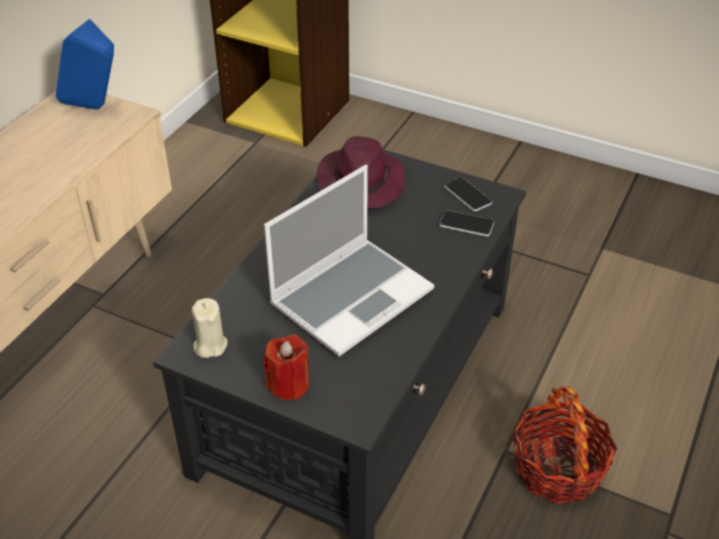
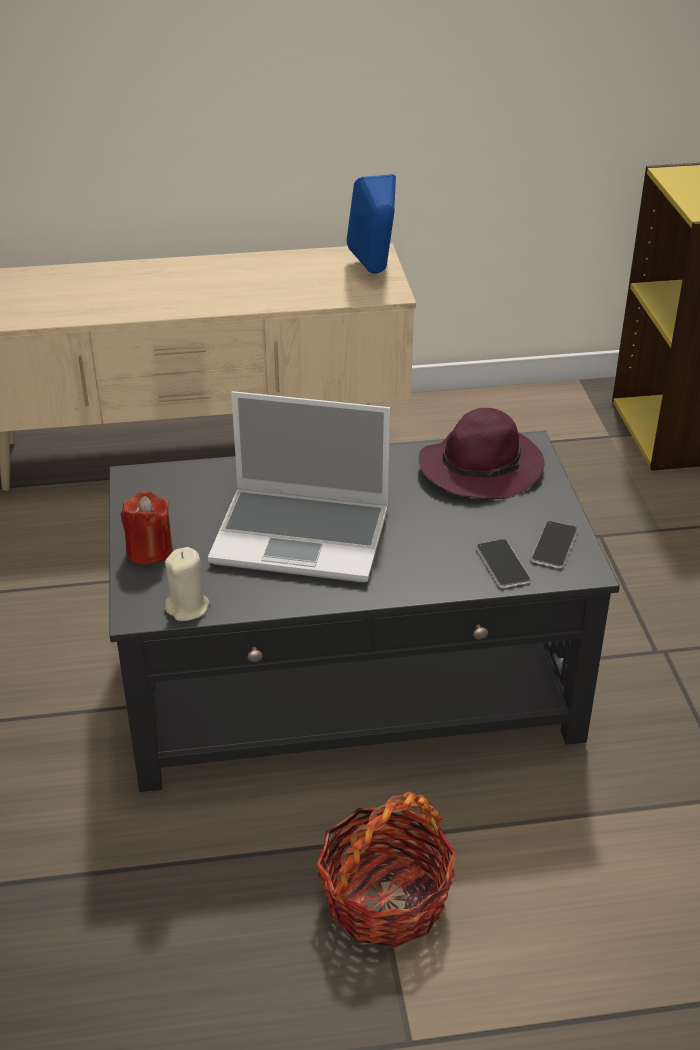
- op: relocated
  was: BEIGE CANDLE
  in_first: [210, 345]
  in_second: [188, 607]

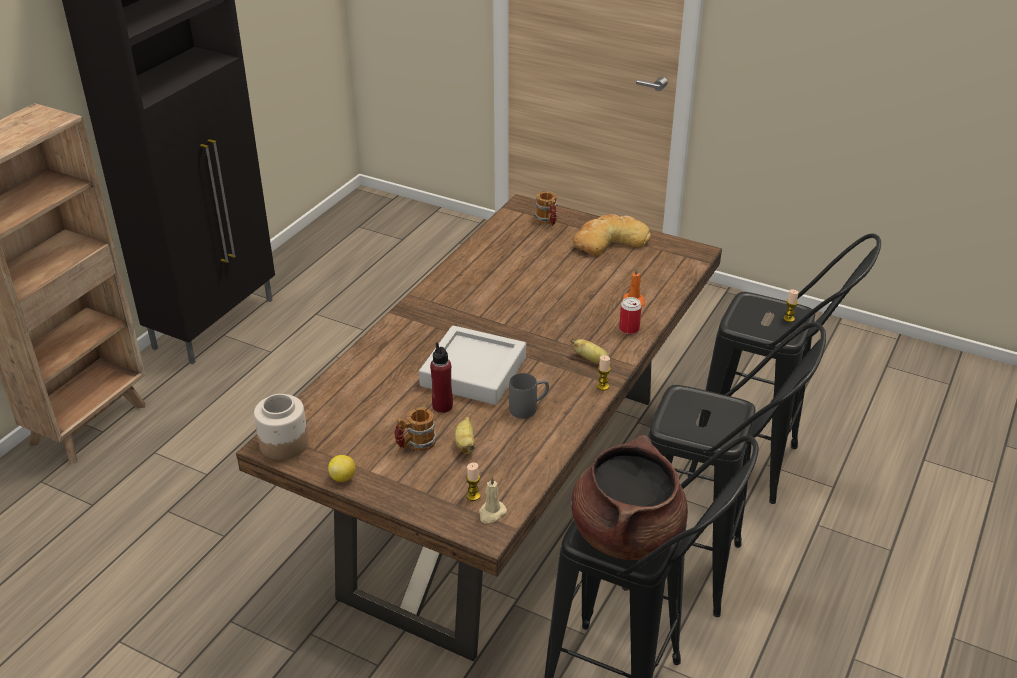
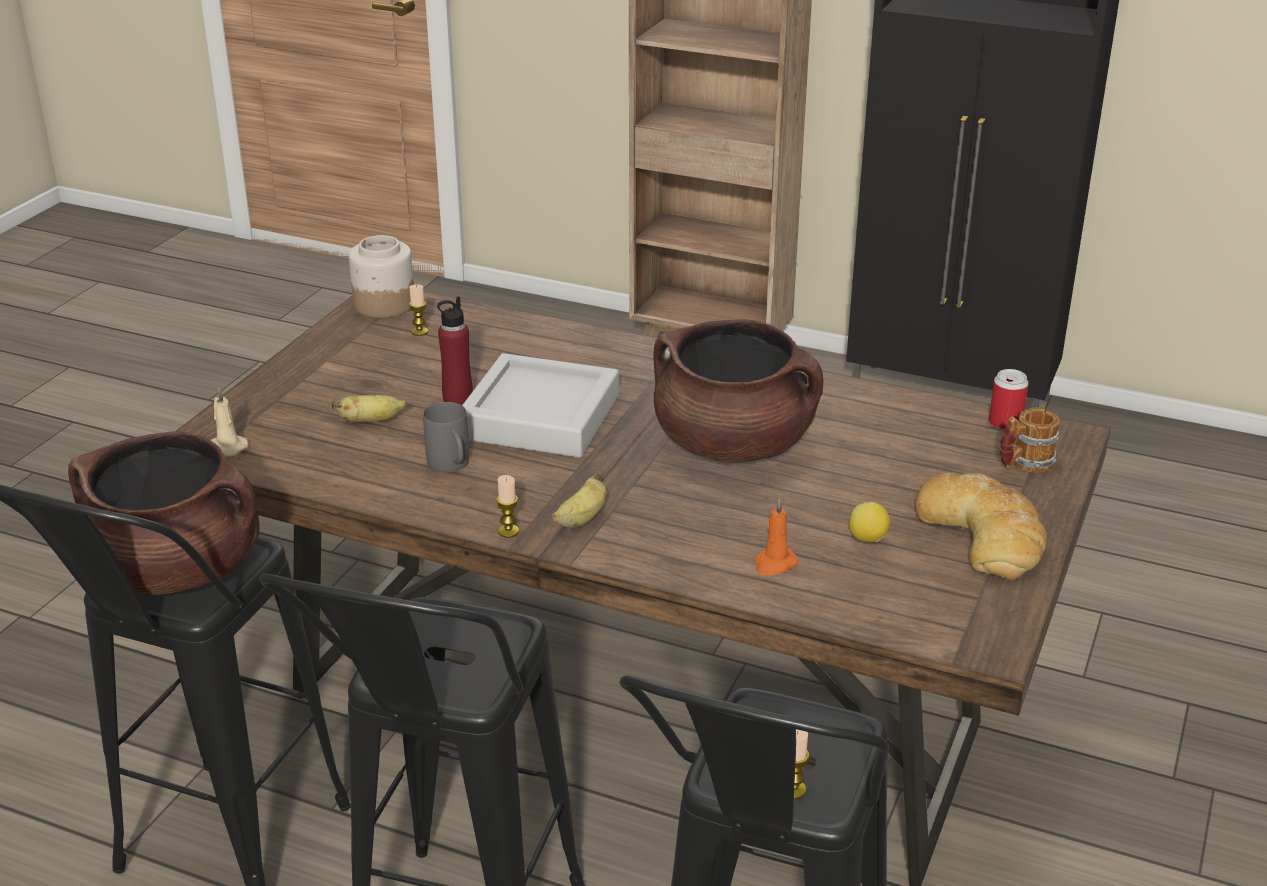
- op: relocated
  was: CANDLE
  in_first: [473, 496]
  in_second: [419, 332]
- op: appeared
  now: BROWN COOKING POT
  in_second: [733, 445]
- op: relocated
  was: LEMON
  in_first: [343, 477]
  in_second: [868, 539]
- op: relocated
  was: CAN
  in_first: [629, 329]
  in_second: [1005, 423]
- op: missing
  was: MUG
  in_first: [415, 444]

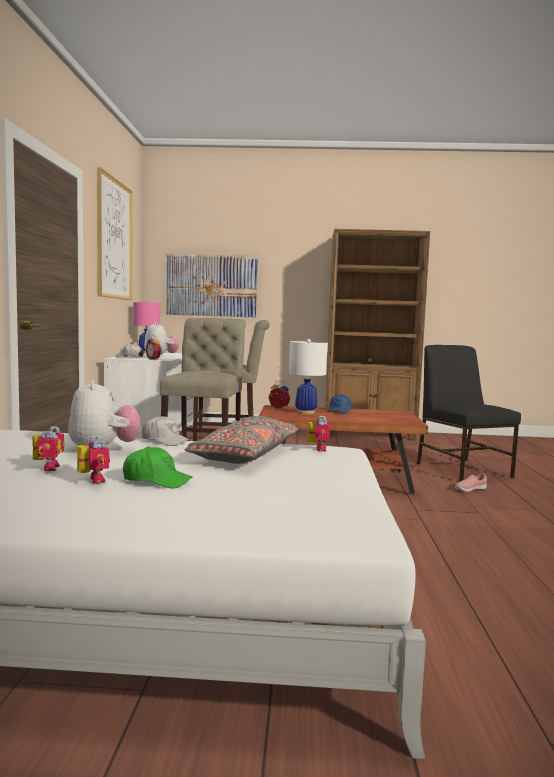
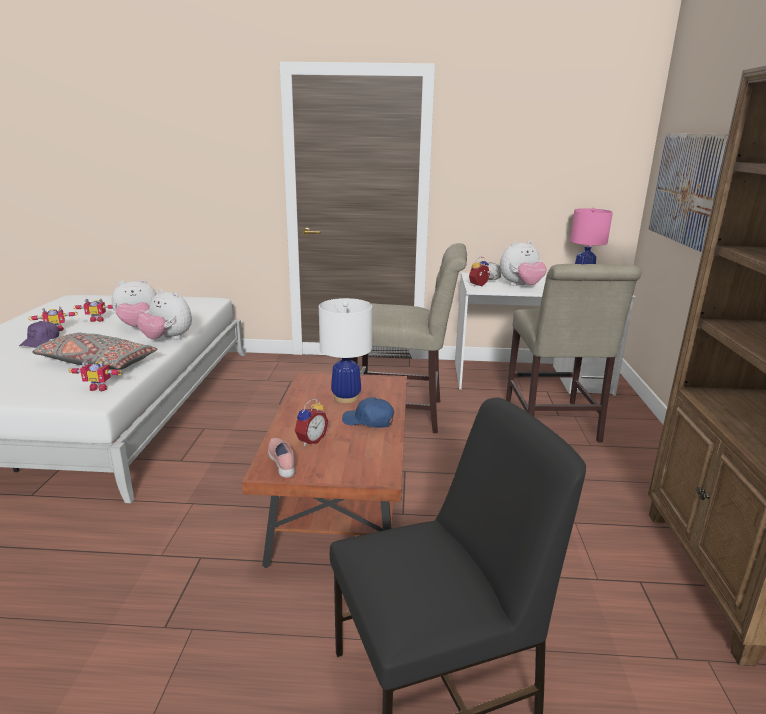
- op: colour
  was: GREEN CAP
  now: PURPLE CAP
  in_first: [157, 480]
  in_second: [41, 341]
- op: exchanged
  was: WHITE CAP
  now: PLUSH TOY
  in_first: [165, 441]
  in_second: [167, 339]
- op: relocated
  was: PINK SHOE
  in_first: [470, 490]
  in_second: [283, 463]
- op: relocated
  was: ALARM CLOCK
  in_first: [278, 408]
  in_second: [310, 440]
- op: missing
  was: PICTURE
  in_first: [114, 239]

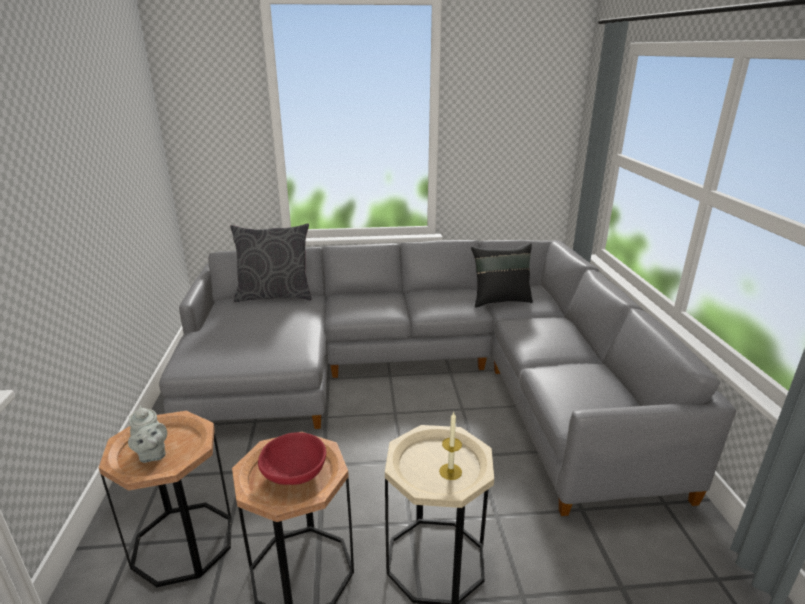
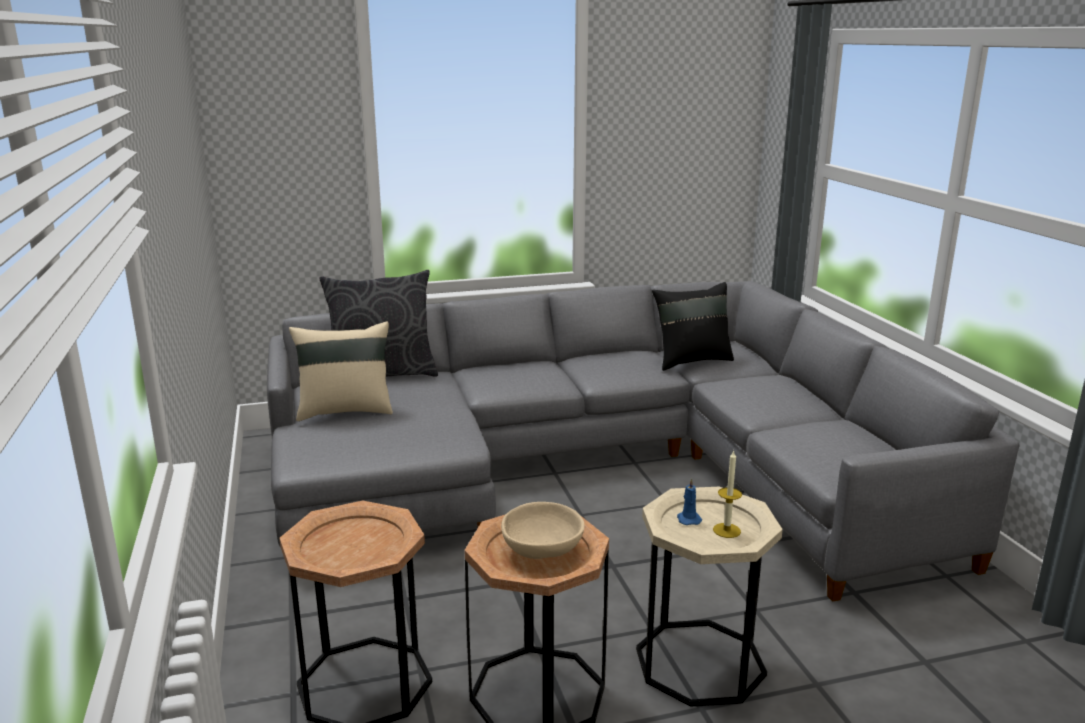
- op: appeared
  now: BEIGE PILLOW
  in_second: [345, 411]
- op: colour
  was: RED BOWL
  now: BEIGE BOWL
  in_first: [293, 474]
  in_second: [541, 551]
- op: appeared
  now: BLUE CANDLE
  in_second: [688, 519]
- op: missing
  was: GREY TEAPOT
  in_first: [152, 454]

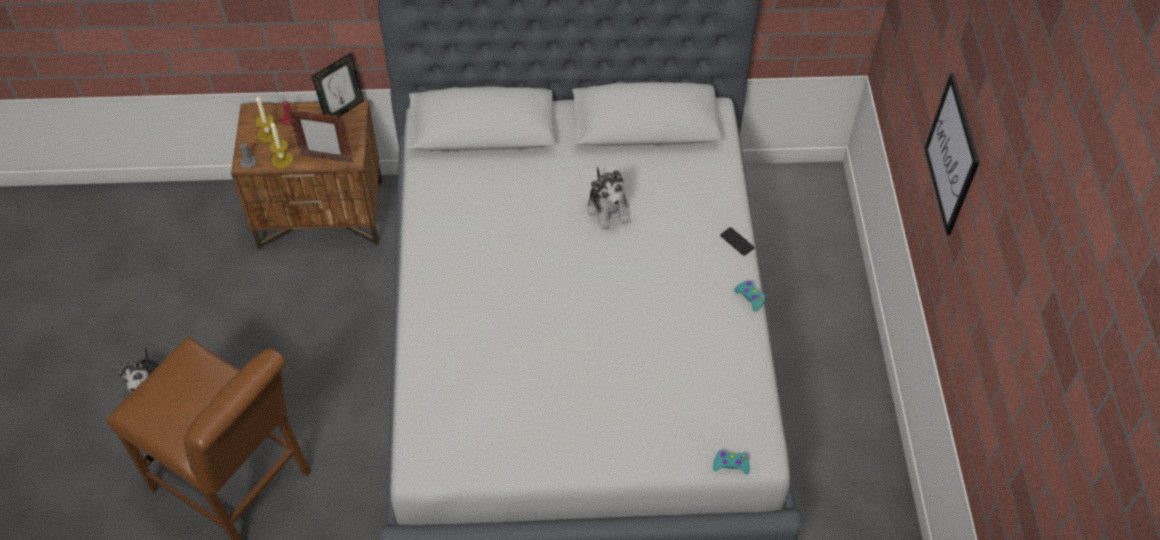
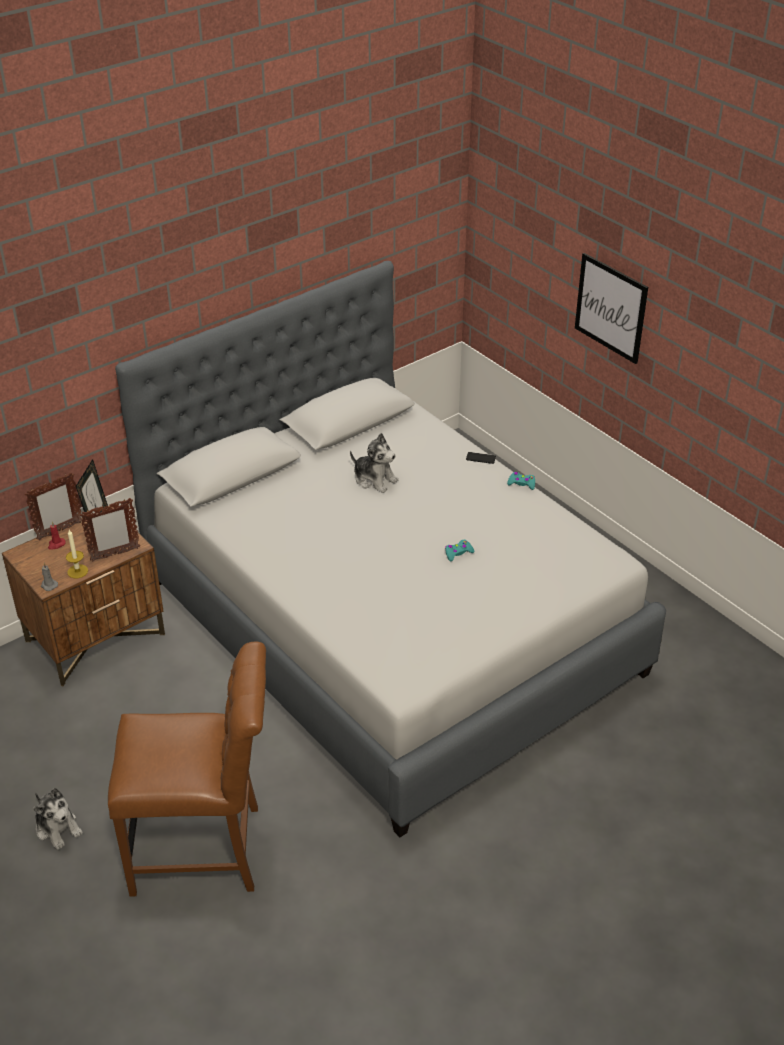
- op: appeared
  now: PICTURE FRAME
  in_second: [59, 531]
- op: relocated
  was: TURQUOISE GAME CONTROLLER
  in_first: [730, 464]
  in_second: [458, 553]
- op: missing
  was: CANDLE
  in_first: [268, 134]

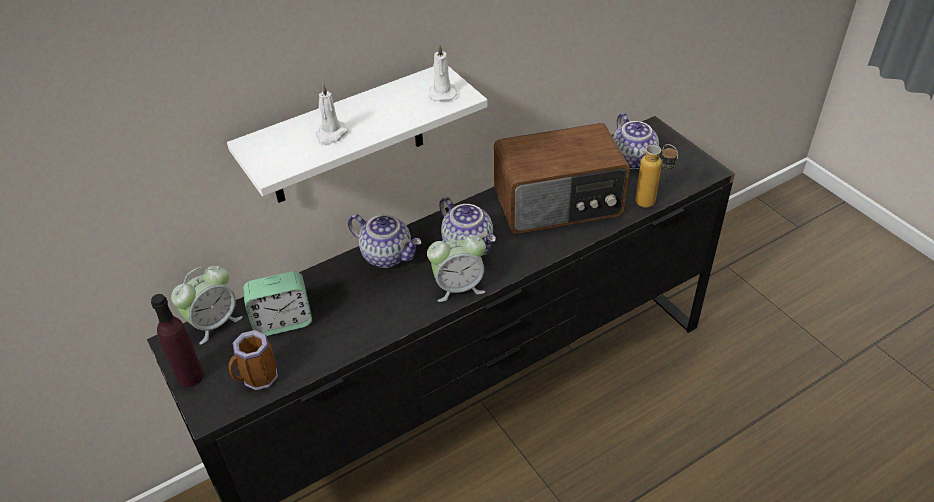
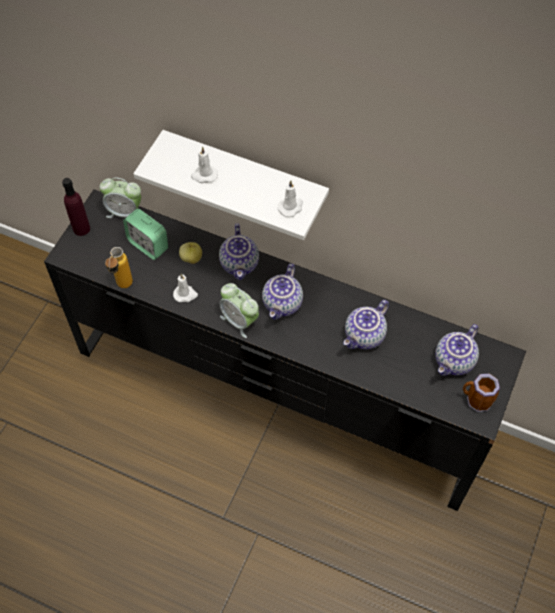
- op: relocated
  was: BOTTLE
  in_first: [652, 205]
  in_second: [122, 288]
- op: appeared
  now: WHITE CANDLE
  in_second: [185, 294]
- op: appeared
  now: APPLE
  in_second: [191, 258]
- op: exchanged
  was: RADIO
  now: TEAPOT
  in_first: [559, 204]
  in_second: [365, 336]
- op: relocated
  was: MUG
  in_first: [258, 380]
  in_second: [476, 401]

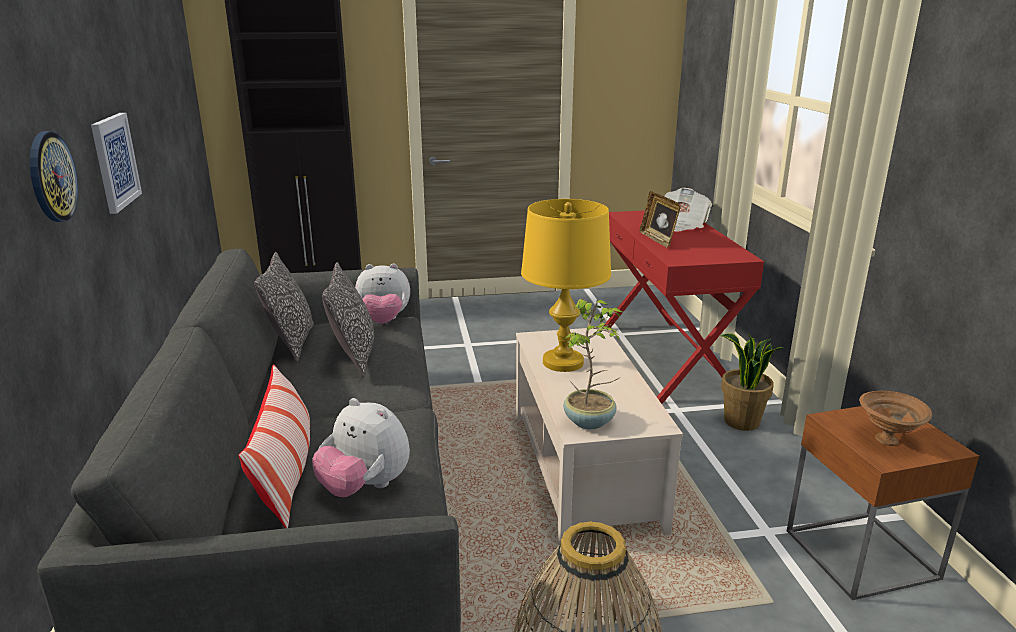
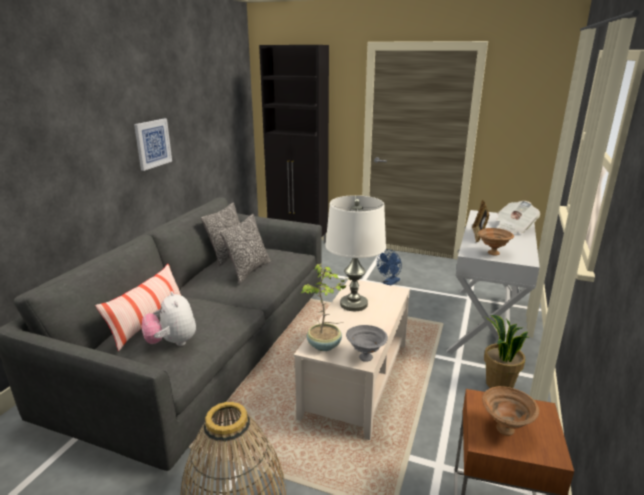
- op: colour
  was: YELLOW TABLE LAMP
  now: WHITE TABLE LAMP
  in_first: [562, 362]
  in_second: [353, 304]
- op: appeared
  now: GREY BOWL
  in_second: [365, 357]
- op: appeared
  now: BLUE FAN
  in_second: [389, 283]
- op: colour
  was: RED CONSOLE TABLE
  now: WHITE CONSOLE TABLE
  in_first: [666, 359]
  in_second: [486, 324]
- op: appeared
  now: BROWN BOWL
  in_second: [492, 253]
- op: missing
  was: WALL CLOCK
  in_first: [51, 177]
- op: missing
  was: PLUSH TOY
  in_first: [384, 321]

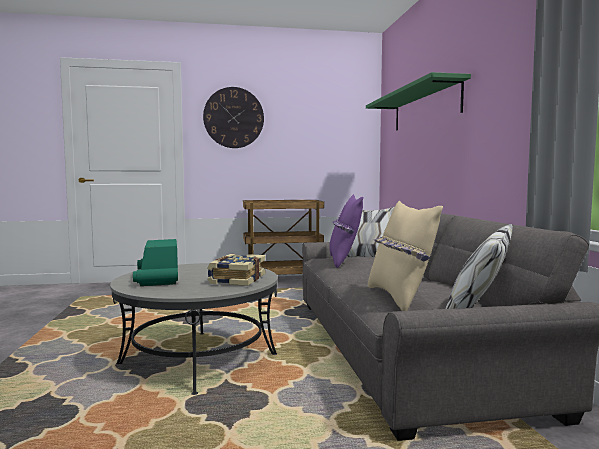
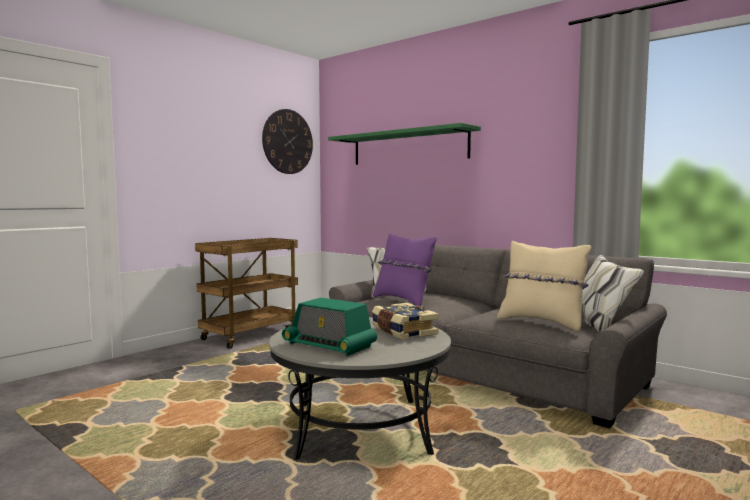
- op: relocated
  was: WALL CLOCK
  in_first: [233, 117]
  in_second: [287, 141]

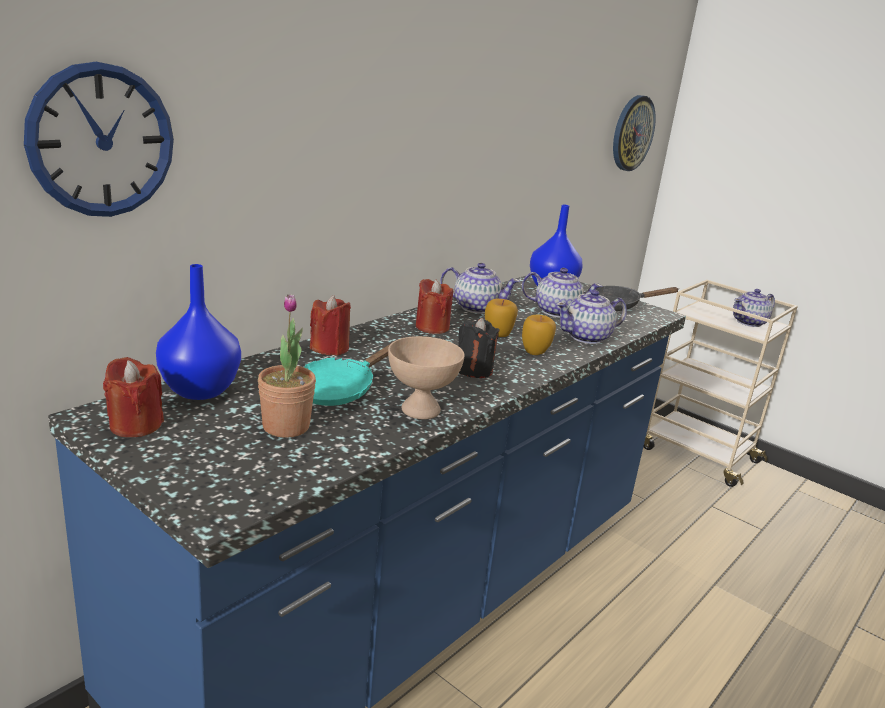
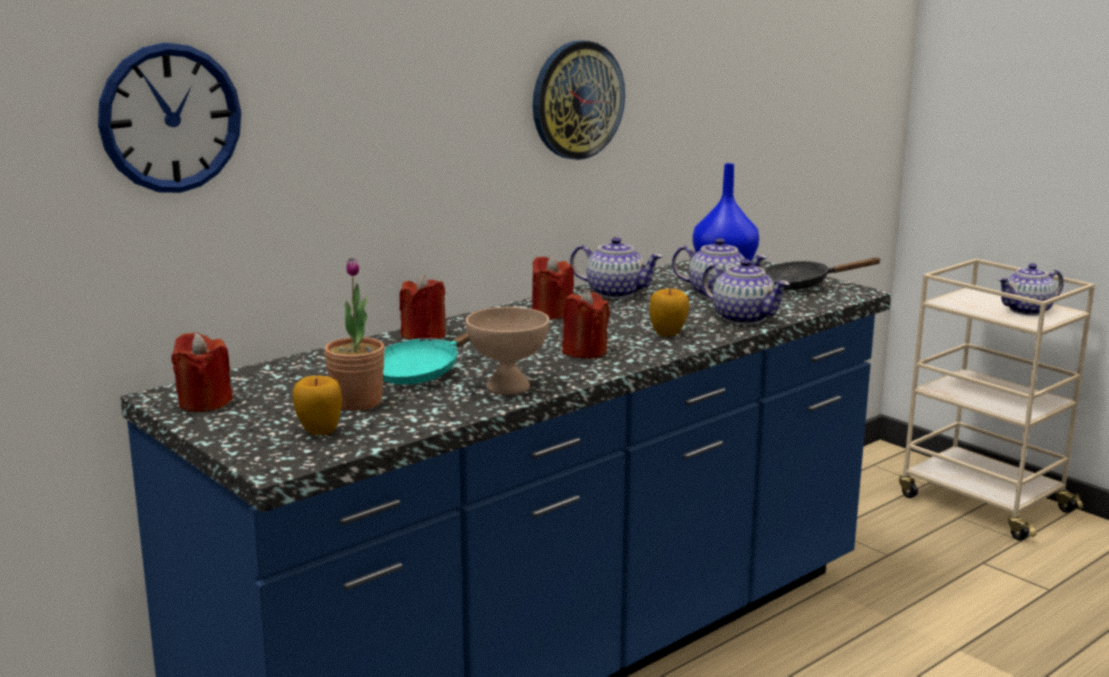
- op: relocated
  was: APPLE
  in_first: [498, 334]
  in_second: [319, 431]
- op: relocated
  was: WALL CLOCK
  in_first: [632, 133]
  in_second: [577, 100]
- op: colour
  was: BLACK CANDLE
  now: RED CANDLE
  in_first: [473, 370]
  in_second: [584, 352]
- op: spun
  was: TEAPOT
  in_first: [587, 337]
  in_second: [743, 318]
  clockwise: -120
- op: missing
  was: BLUE VASE
  in_first: [202, 390]

